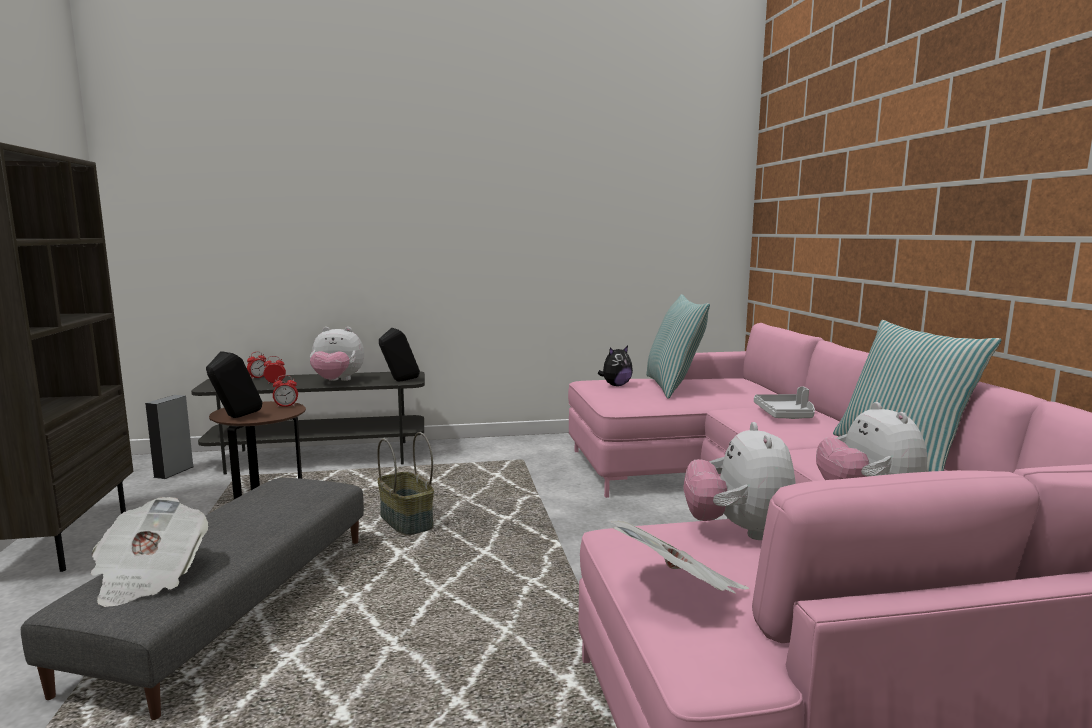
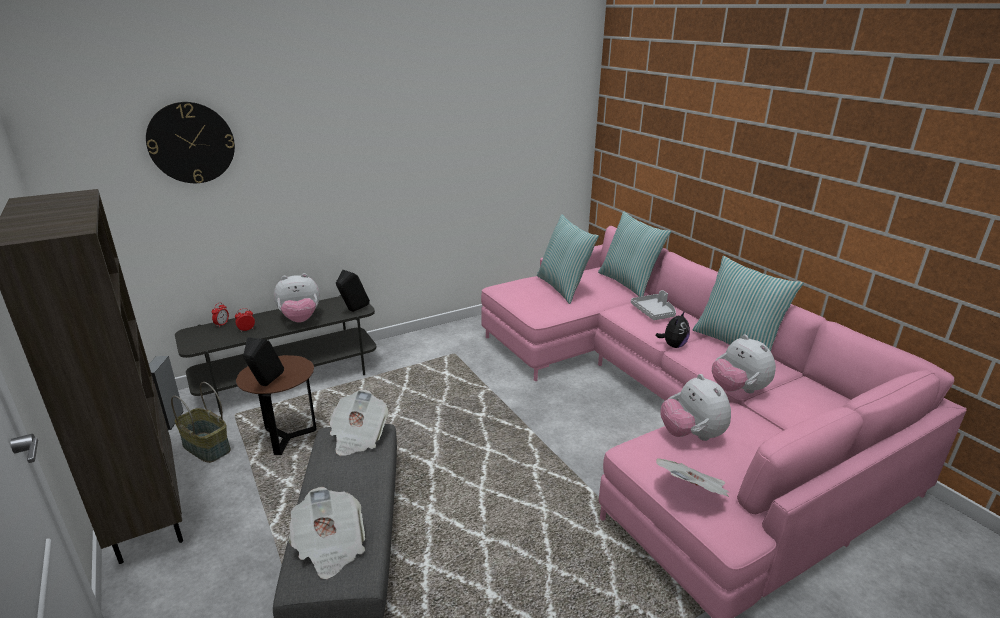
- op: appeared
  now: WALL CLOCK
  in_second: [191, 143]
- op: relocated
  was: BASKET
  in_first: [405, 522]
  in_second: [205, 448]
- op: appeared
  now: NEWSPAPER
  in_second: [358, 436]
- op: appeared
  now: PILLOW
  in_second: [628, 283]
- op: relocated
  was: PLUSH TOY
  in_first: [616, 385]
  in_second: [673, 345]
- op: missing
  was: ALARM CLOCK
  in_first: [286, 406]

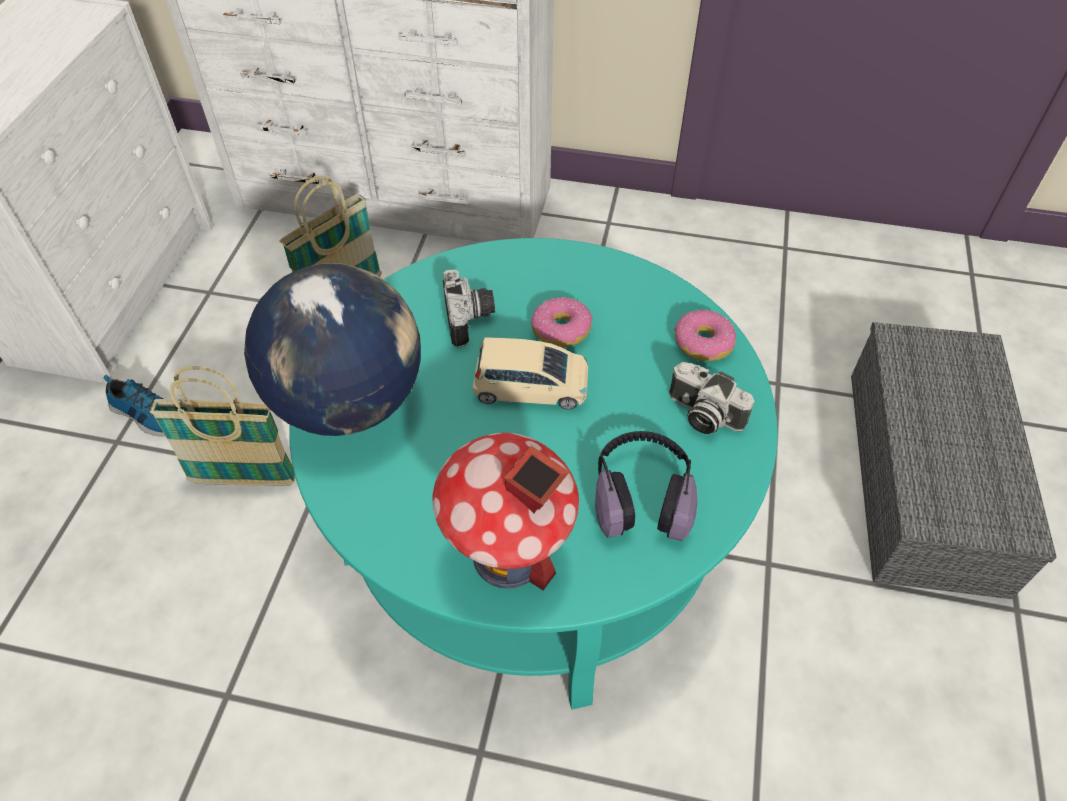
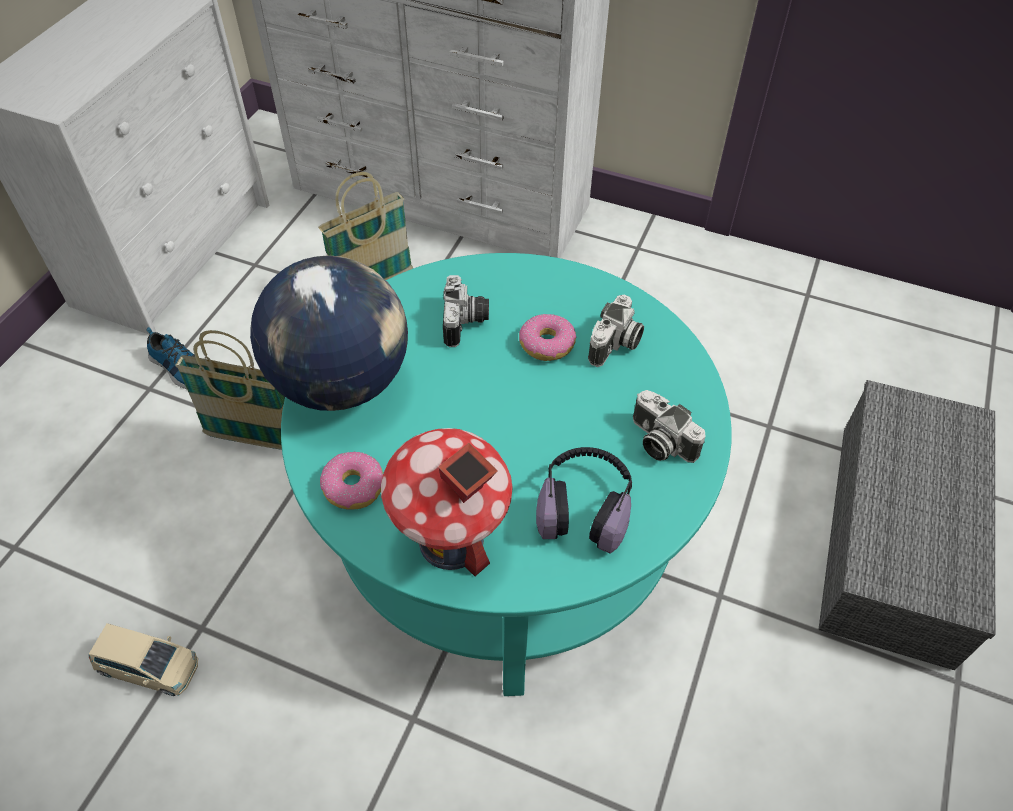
- op: relocated
  was: BEIGE TOY CAR
  in_first: [531, 388]
  in_second: [149, 667]
- op: relocated
  was: DONUT
  in_first: [702, 343]
  in_second: [353, 487]
- op: appeared
  now: PHOTO CAMERA
  in_second: [615, 345]

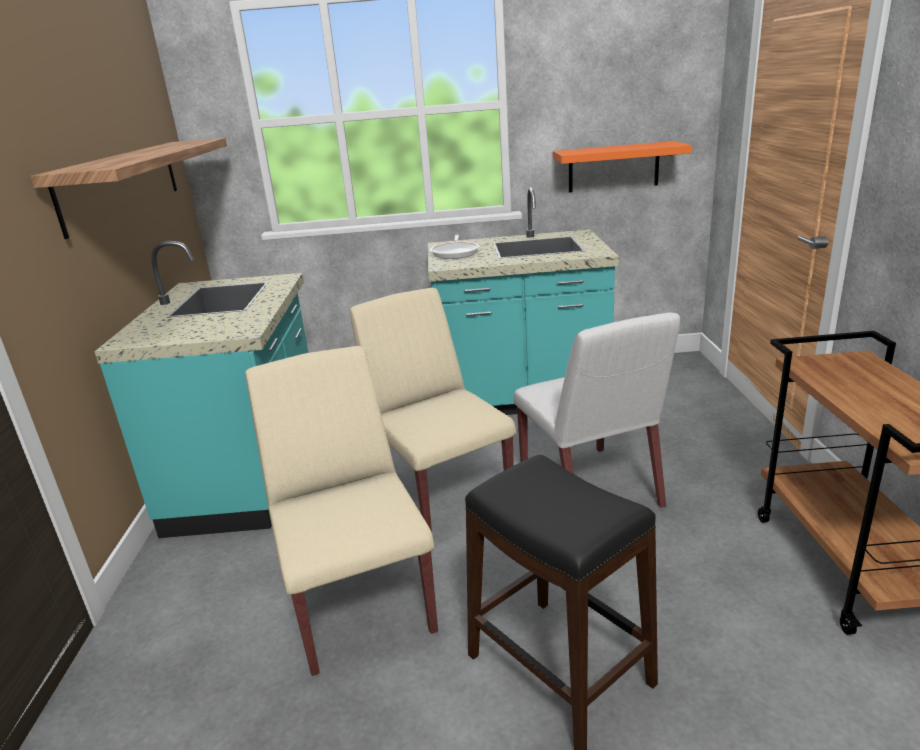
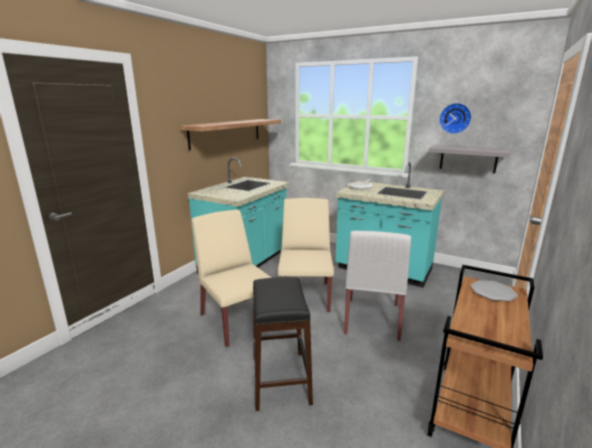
- op: spun
  was: BEIGE CHAIR
  in_first: [357, 600]
  in_second: [236, 320]
  clockwise: -45
- op: colour
  was: ORANGE SHELF
  now: GREY SHELF
  in_first: [613, 167]
  in_second: [468, 159]
- op: appeared
  now: WALL CLOCK
  in_second: [455, 118]
- op: appeared
  now: PLATE
  in_second: [493, 292]

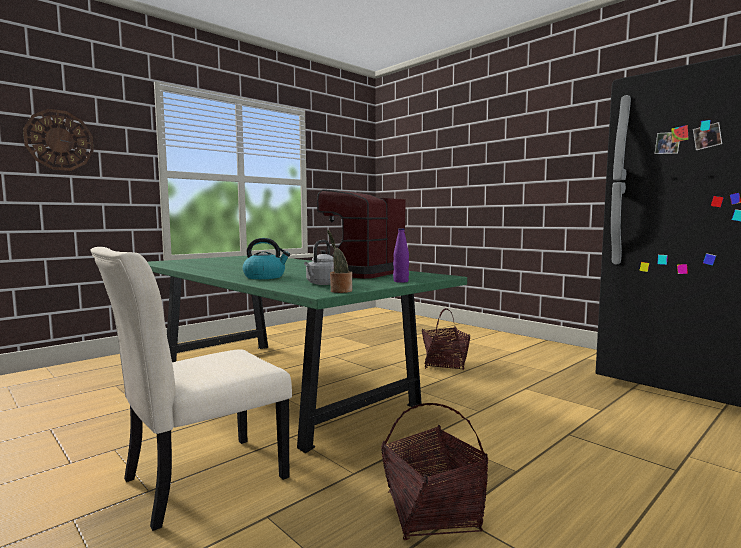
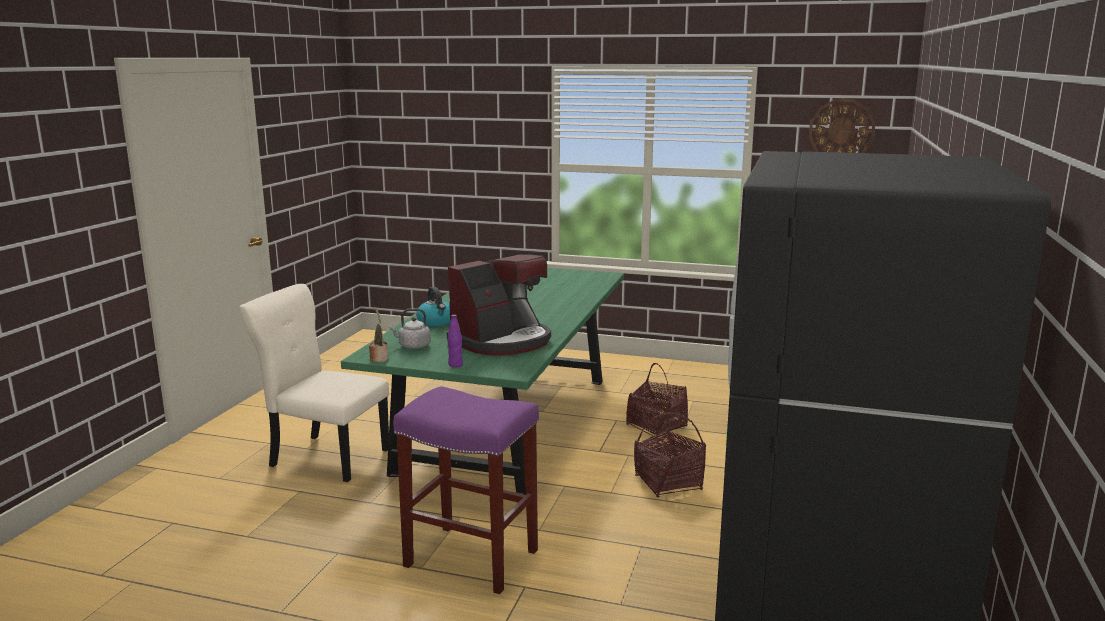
- op: appeared
  now: PURPLE STOOL
  in_second: [473, 558]
- op: spun
  was: COFFEE MACHINE
  in_first: [359, 273]
  in_second: [502, 341]
  clockwise: 135
- op: relocated
  was: BASKET
  in_first: [431, 512]
  in_second: [656, 426]
- op: relocated
  was: WALL CLOCK
  in_first: [59, 140]
  in_second: [841, 130]

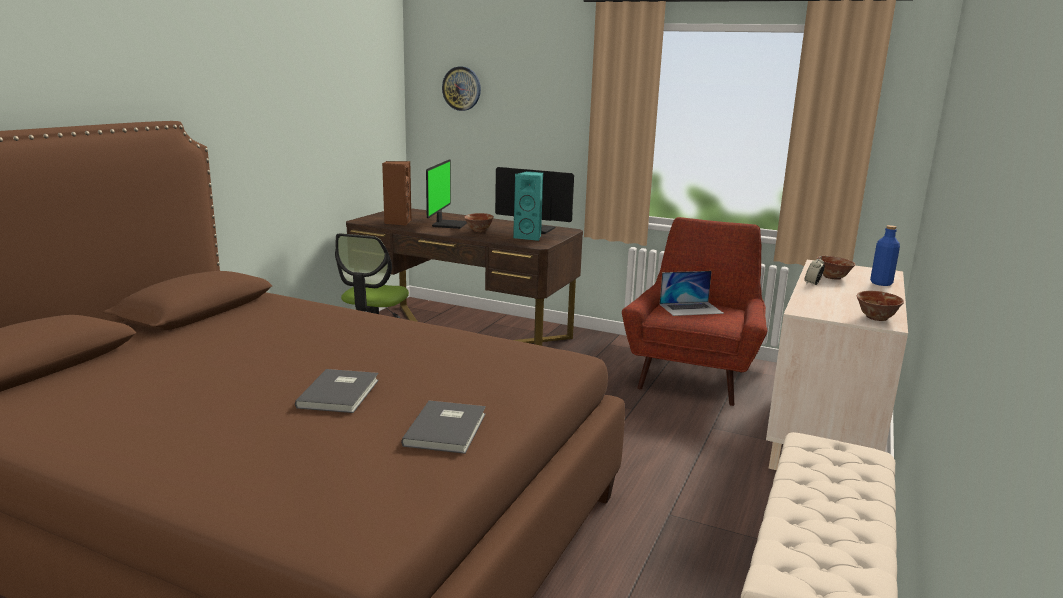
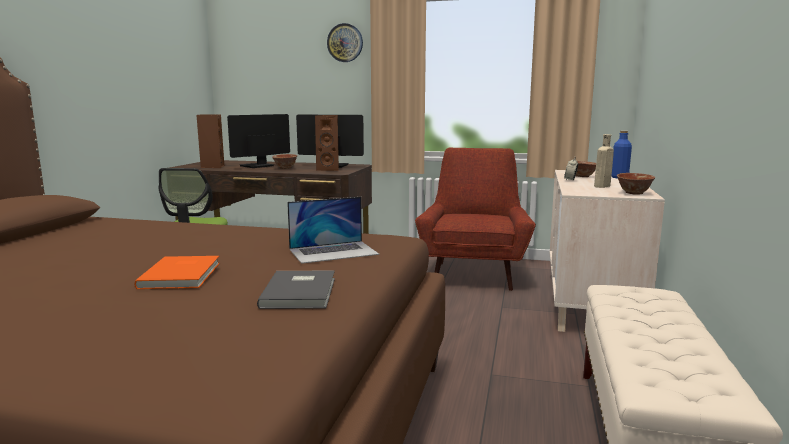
- op: colour
  was: GREY BOOK
  now: ORANGE BOOK
  in_first: [341, 393]
  in_second: [183, 274]
- op: spun
  was: MONITOR
  in_first: [448, 224]
  in_second: [257, 166]
  clockwise: -135
- op: relocated
  was: LAPTOP
  in_first: [691, 308]
  in_second: [333, 251]
- op: colour
  was: TURQUOISE SPEAKER
  now: BROWN SPEAKER
  in_first: [529, 237]
  in_second: [329, 169]
- op: relocated
  was: WALL CLOCK
  in_first: [462, 88]
  in_second: [345, 43]
- op: appeared
  now: BEIGE BOTTLE
  in_second: [601, 186]

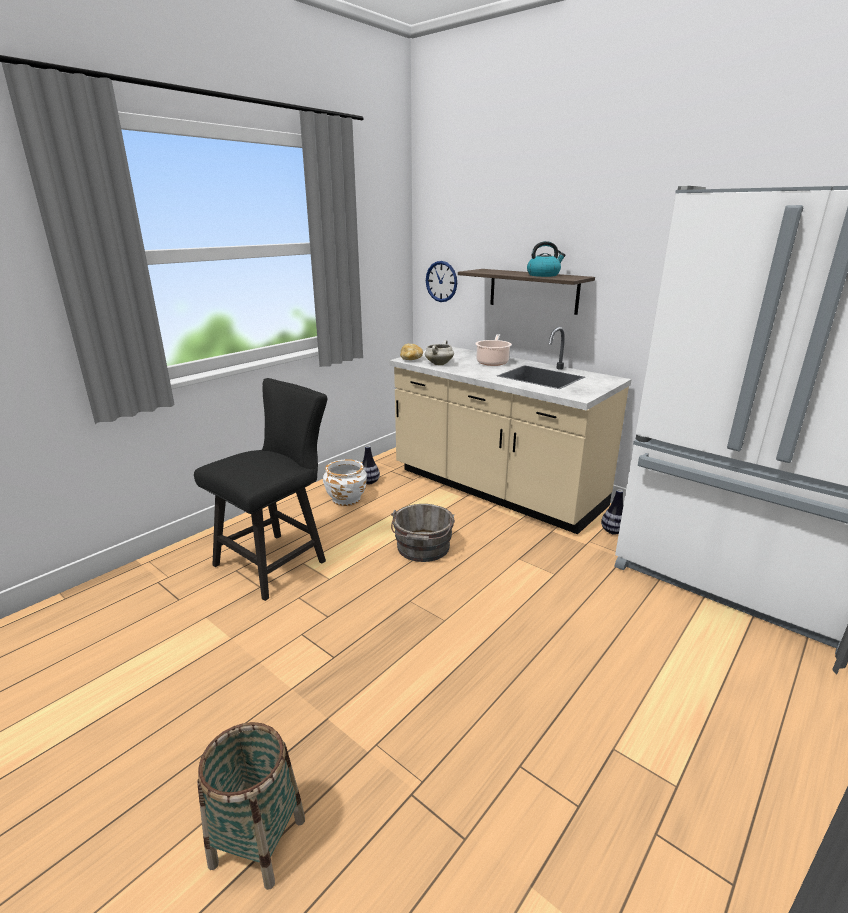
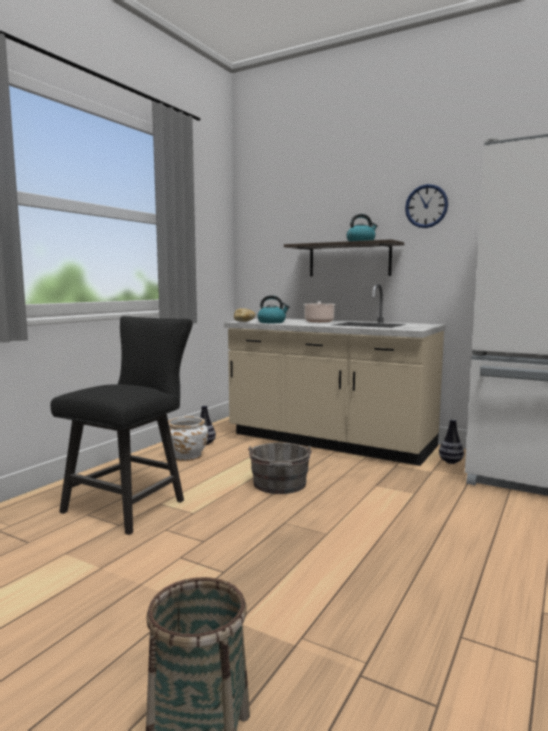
- op: exchanged
  was: WHITE COOKING POT
  now: KETTLE
  in_first: [439, 364]
  in_second: [272, 322]
- op: relocated
  was: WALL CLOCK
  in_first: [441, 281]
  in_second: [426, 206]

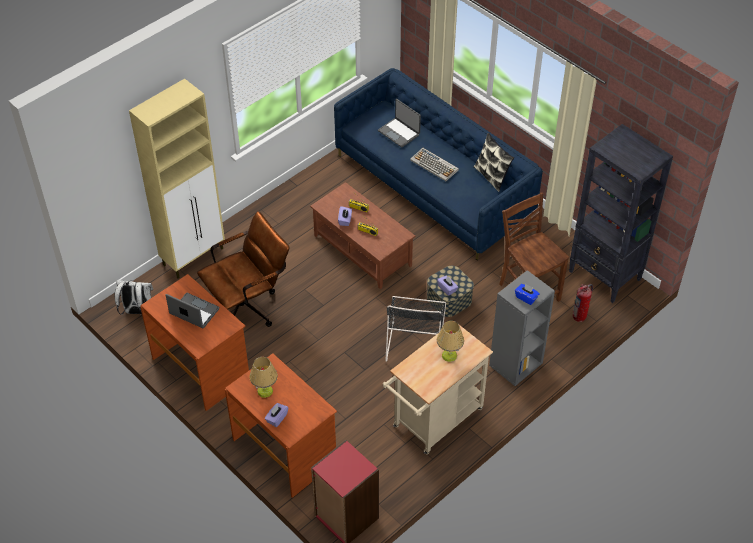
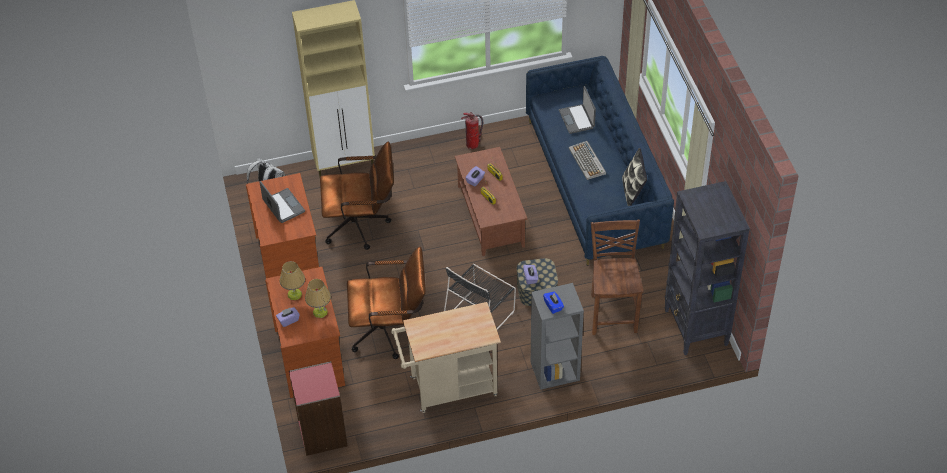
- op: relocated
  was: TABLE LAMP
  in_first: [449, 355]
  in_second: [320, 312]
- op: appeared
  now: BROWN OFFICE CHAIR
  in_second: [390, 331]
- op: relocated
  was: FIRE EXTINGUISHER
  in_first: [579, 316]
  in_second: [472, 145]

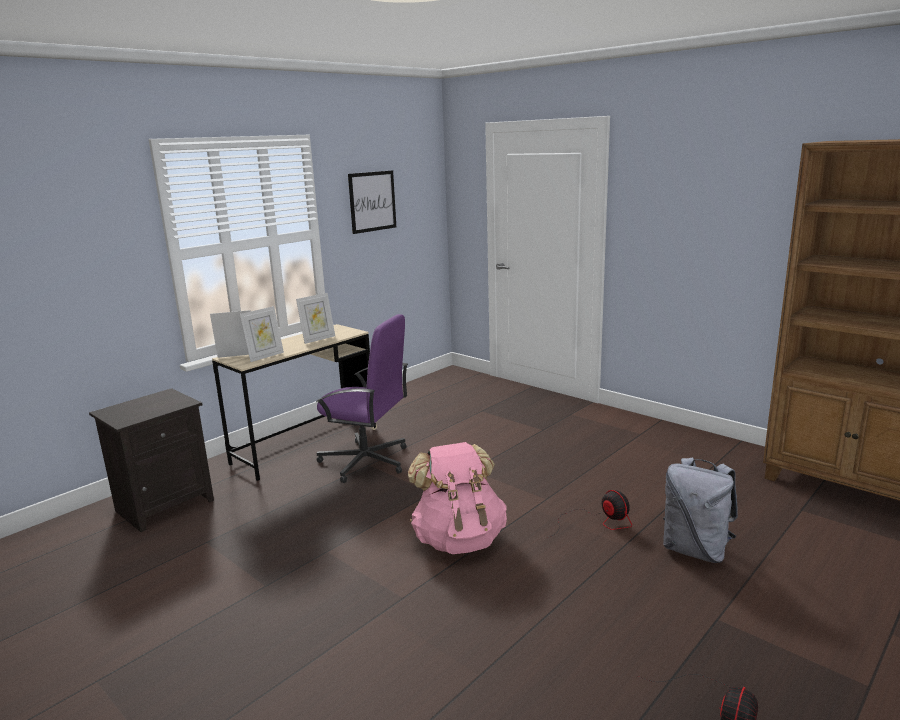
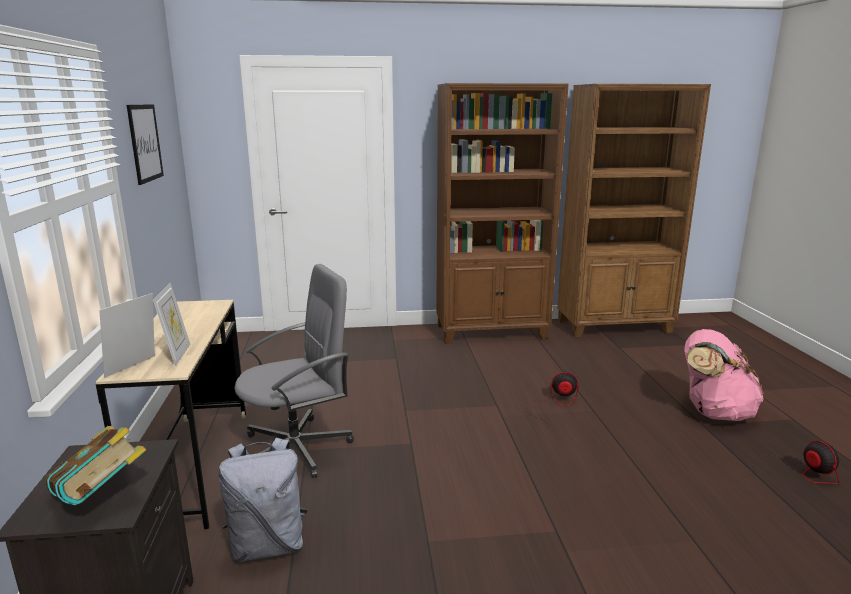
- op: appeared
  now: BOOK
  in_second: [102, 496]
- op: relocated
  was: GREY BACKPACK
  in_first: [696, 550]
  in_second: [268, 545]
- op: colour
  was: PURPLE OFFICE CHAIR
  now: GREY OFFICE CHAIR
  in_first: [366, 461]
  in_second: [297, 448]
- op: appeared
  now: BROWN BOOKCASE
  in_second: [492, 332]
- op: relocated
  was: PINK BACKPACK
  in_first: [459, 539]
  in_second: [714, 412]
- op: missing
  was: PICTURE FRAME
  in_first: [318, 339]

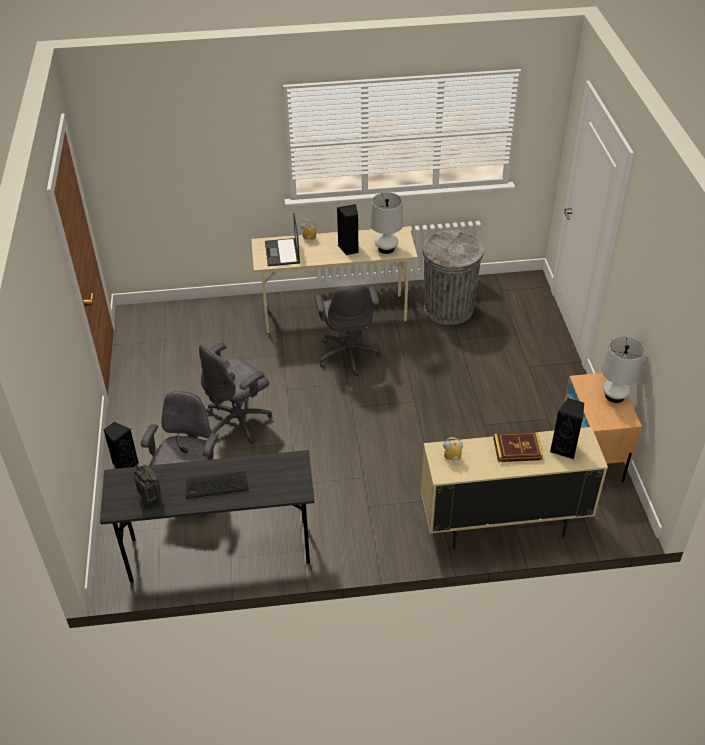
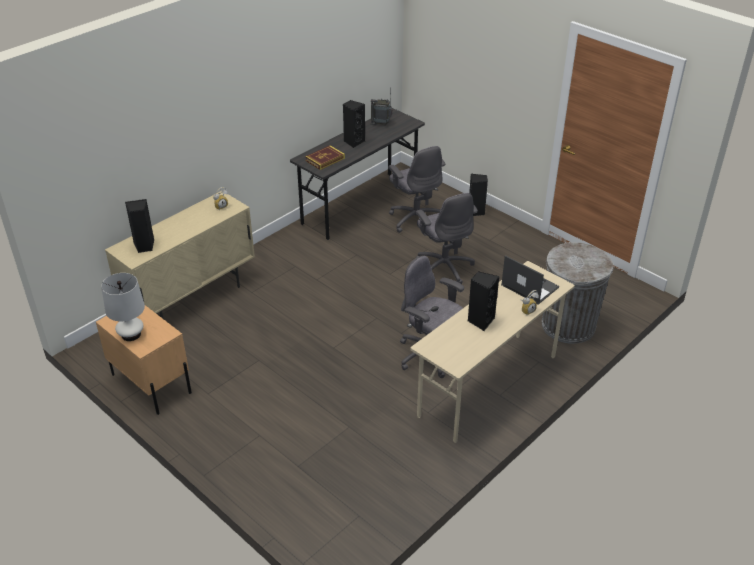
- op: relocated
  was: BOOK
  in_first: [517, 449]
  in_second: [325, 159]
- op: exchanged
  was: KEYBOARD
  now: BLACK SPEAKER
  in_first: [216, 485]
  in_second: [353, 142]
- op: spun
  was: GREY OFFICE CHAIR
  in_first: [239, 421]
  in_second: [444, 267]
  clockwise: 150
- op: relocated
  was: GREY TRASH CAN
  in_first: [448, 308]
  in_second: [568, 325]
- op: missing
  was: WHITE TABLE LAMP
  in_first: [386, 248]

